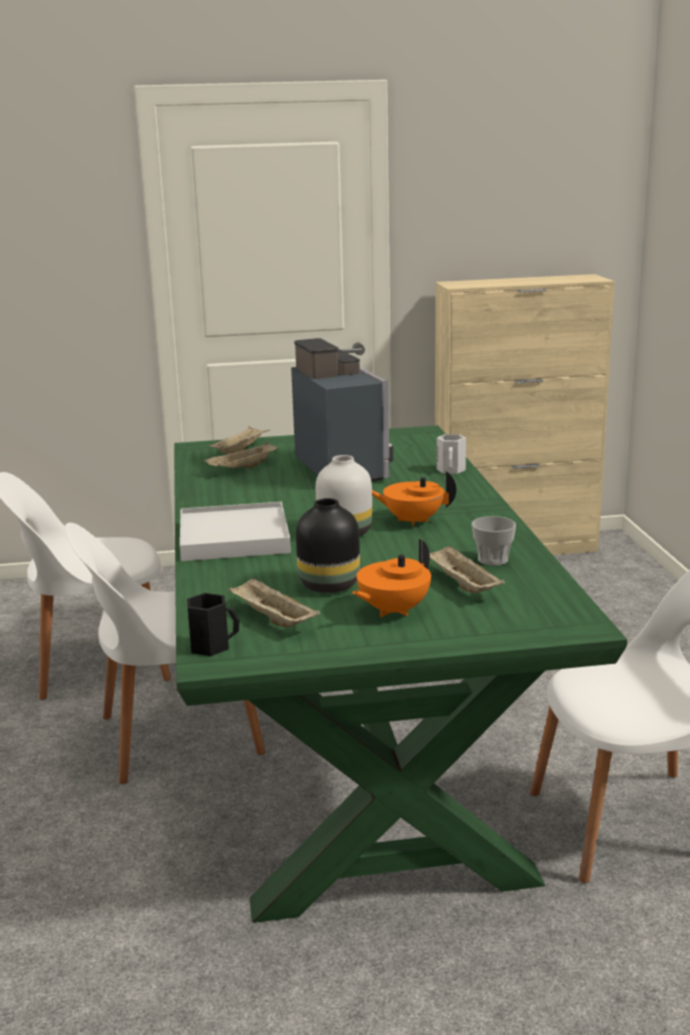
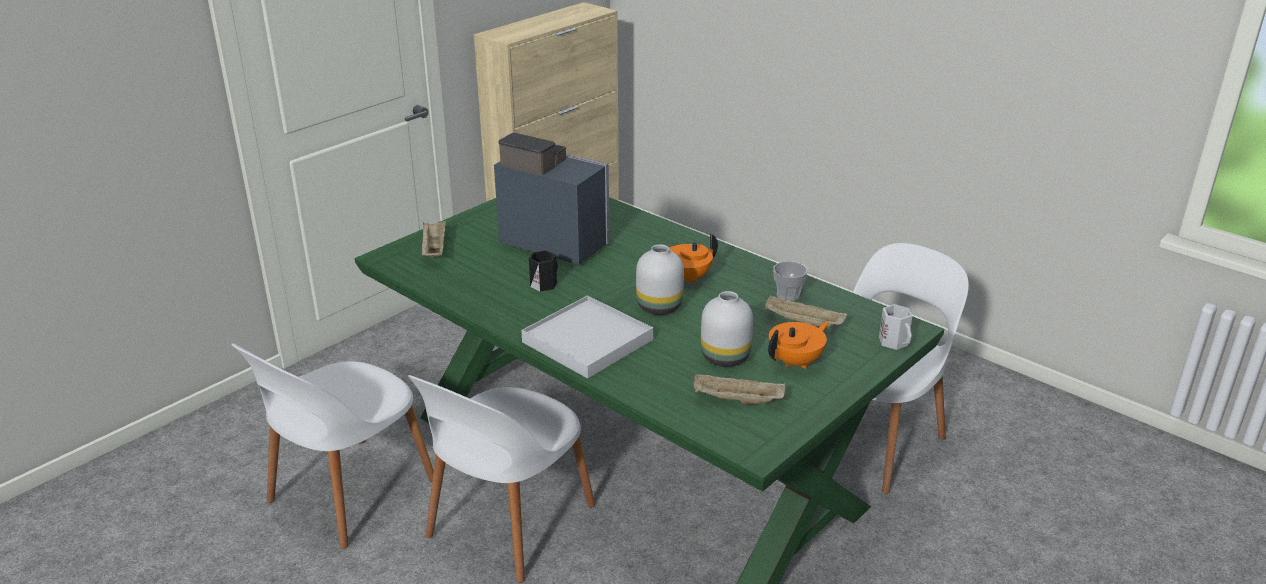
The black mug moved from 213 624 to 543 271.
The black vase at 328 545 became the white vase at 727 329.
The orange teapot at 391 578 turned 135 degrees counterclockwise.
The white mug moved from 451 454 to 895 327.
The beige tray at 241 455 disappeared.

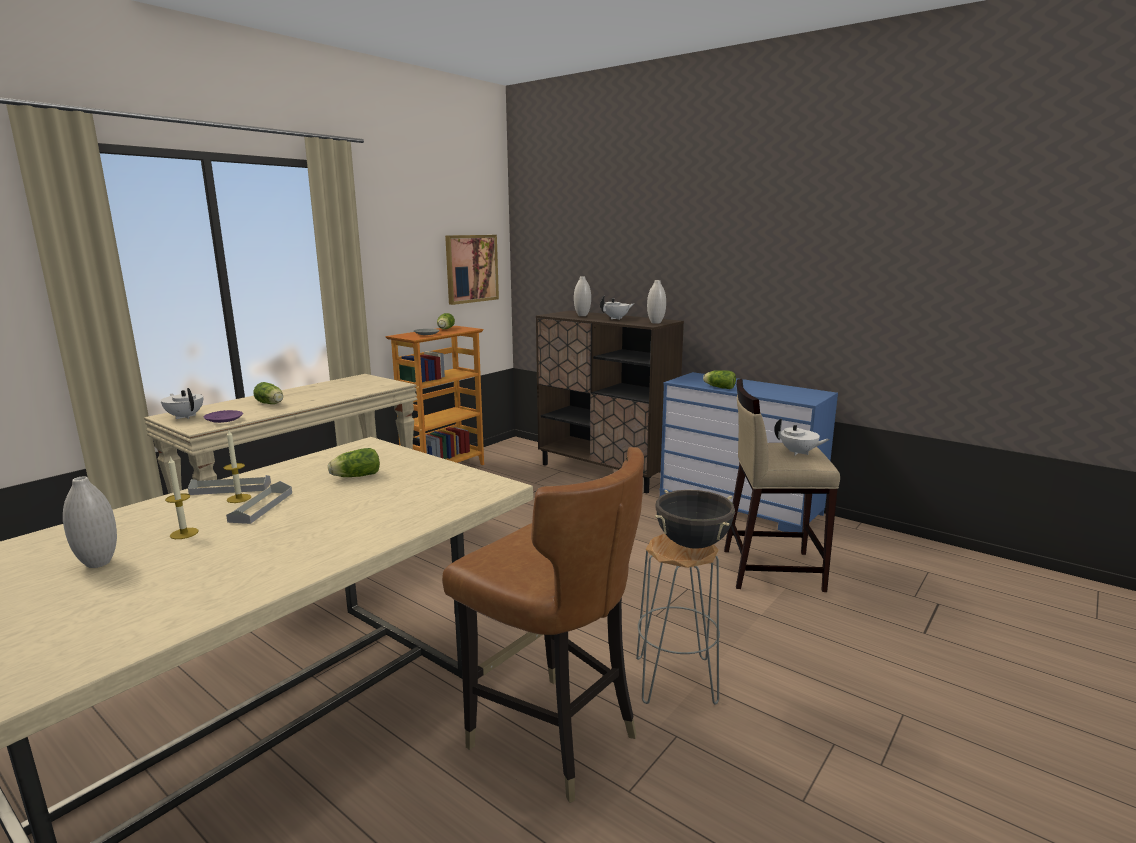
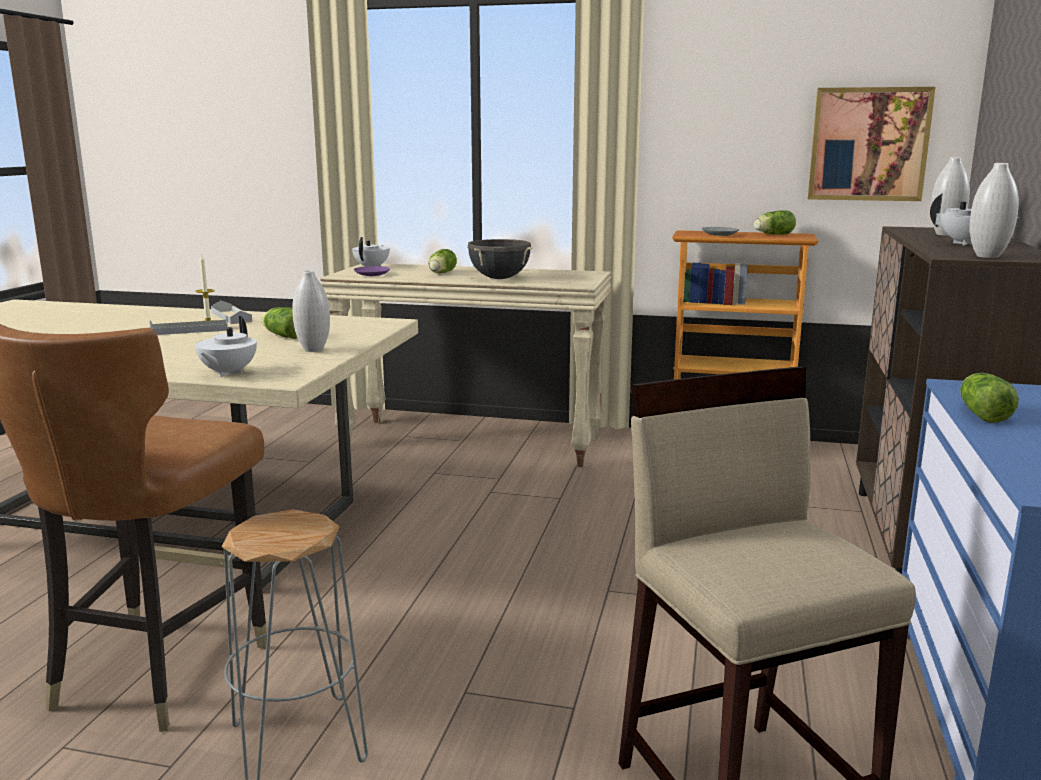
The white teapot moved from 802 437 to 226 346.
The white vase moved from 90 522 to 311 311.
The black cooking pot moved from 695 519 to 500 259.
The candle at 181 497 disappeared.

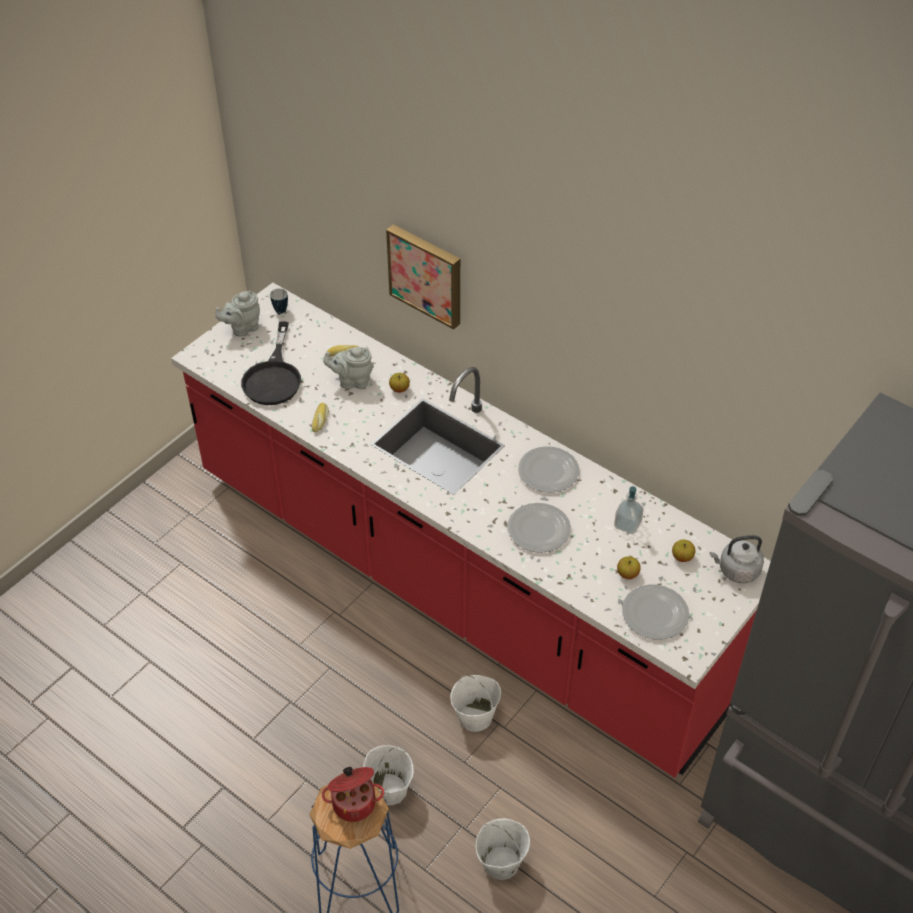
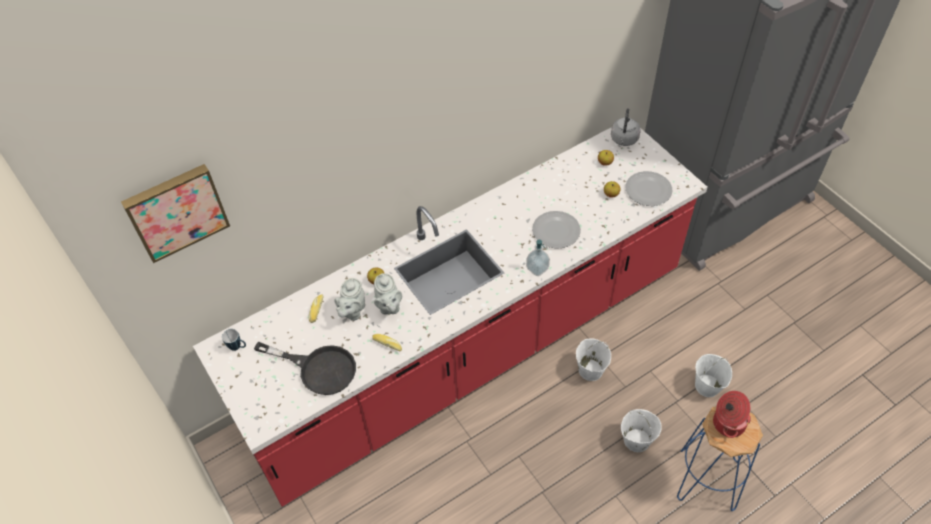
The picture moved from 423 277 to 175 213.
The grey teapot moved from 237 314 to 388 294.
The soap dispenser moved from 629 510 to 538 258.
The plate at 548 469 disappeared.

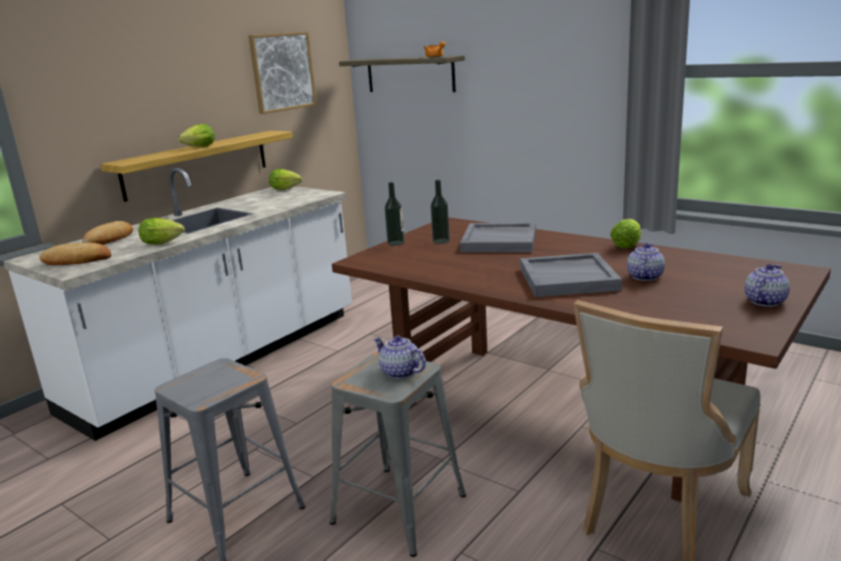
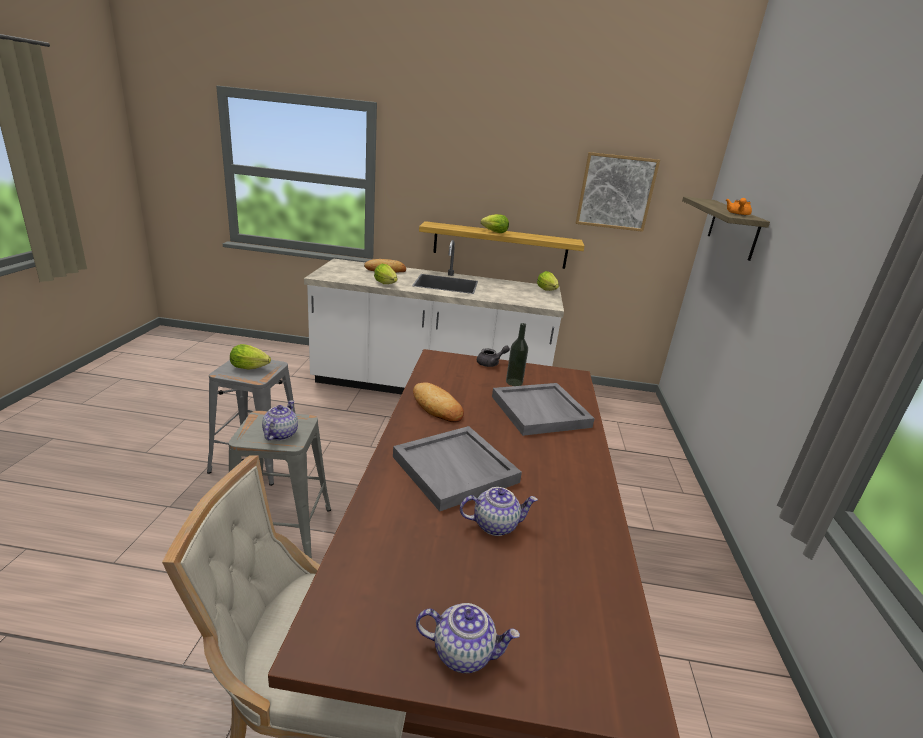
The lettuce moved from 625 234 to 250 357.
The bread moved from 75 254 to 438 402.
The bottle at 394 214 was replaced by the grey teapot at 493 356.

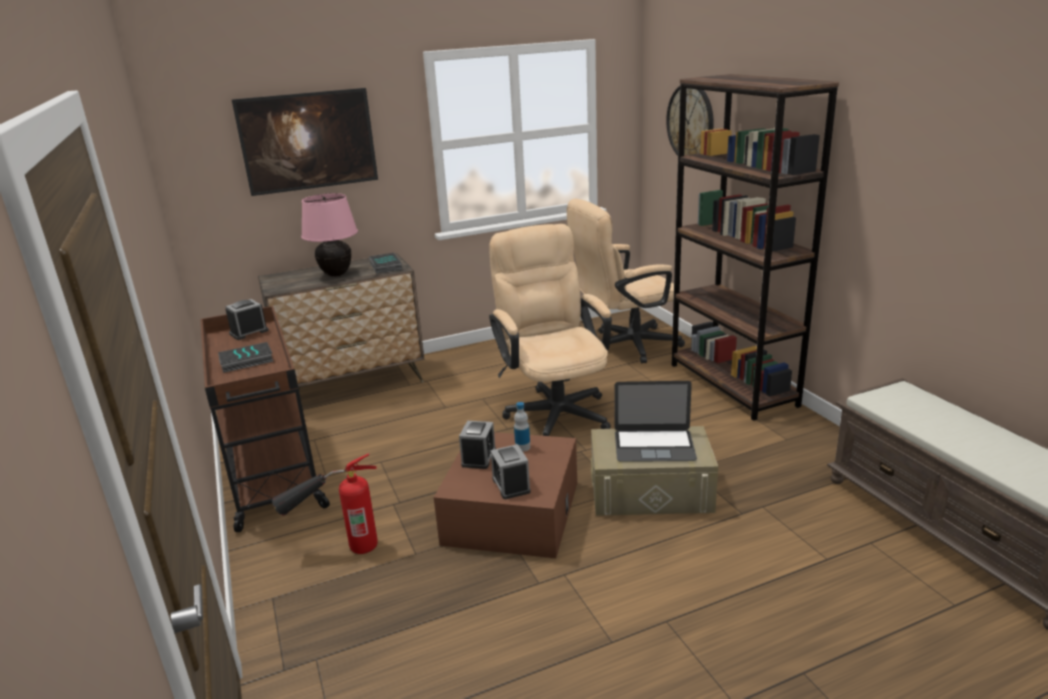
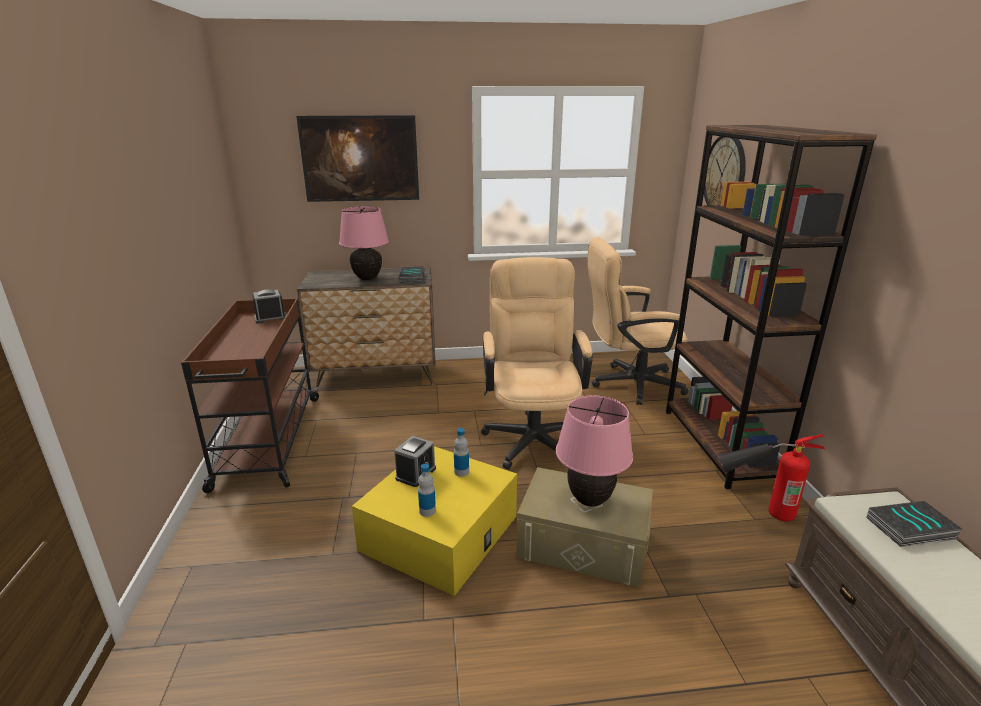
The brown storage box at 505 495 became the yellow storage box at 434 521.
The alarm clock at 510 471 was replaced by the bottle at 427 490.
The laptop at 655 421 was replaced by the pink table lamp at 594 451.
The fire extinguisher moved from 325 503 to 771 477.
The book moved from 245 357 to 914 524.

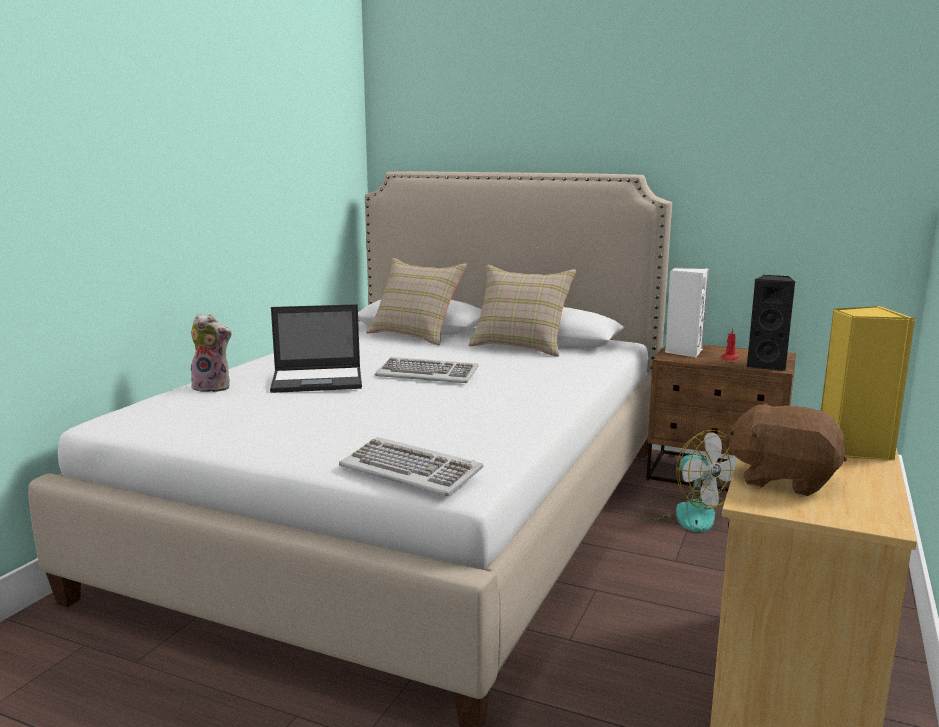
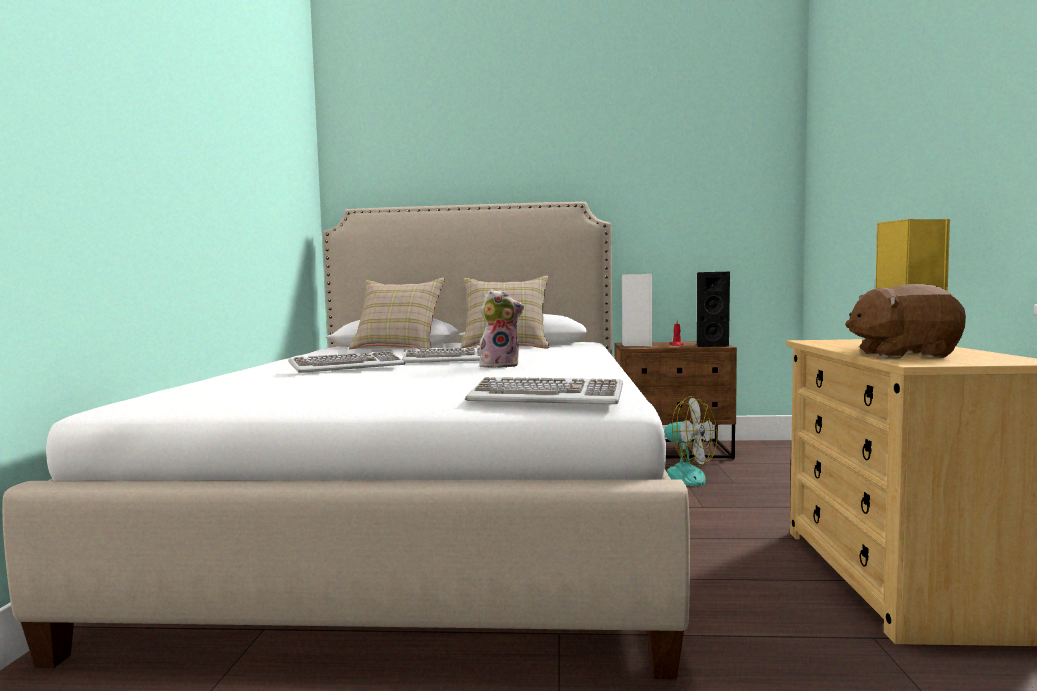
The laptop at 316 348 was replaced by the keyboard at 347 362.
The plush toy moved from 211 352 to 501 328.

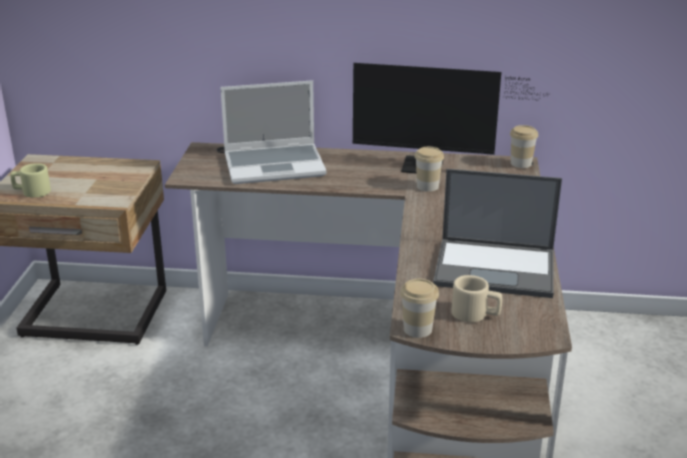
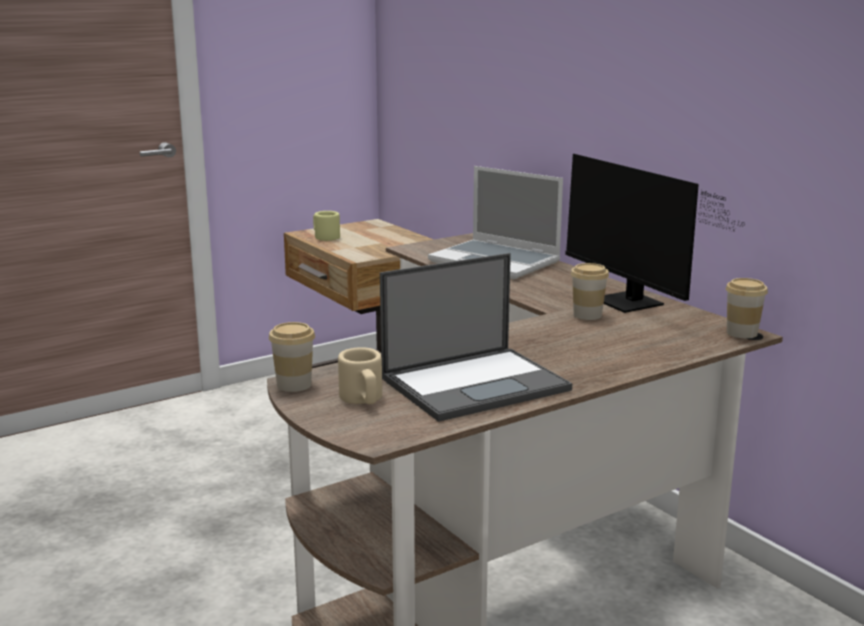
The laptop at 497 233 turned 90 degrees counterclockwise.

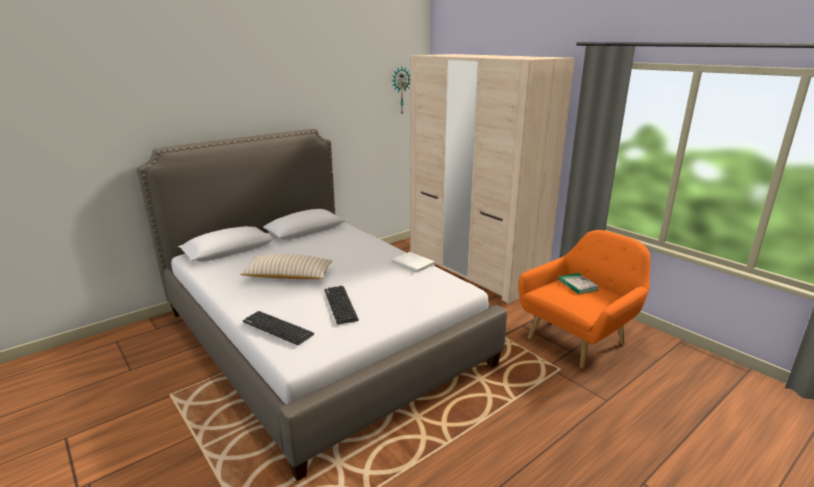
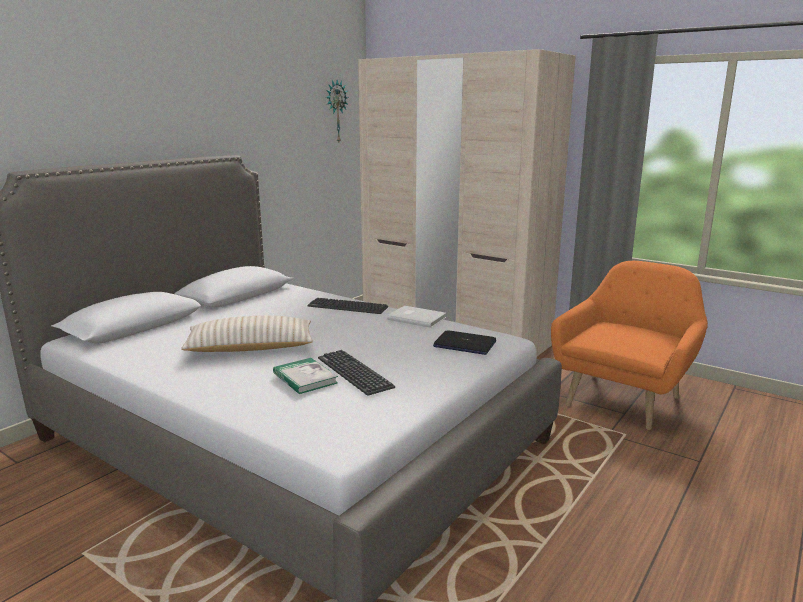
The book moved from 579 283 to 305 376.
The keyboard moved from 278 328 to 347 306.
The laptop at 464 342 appeared.

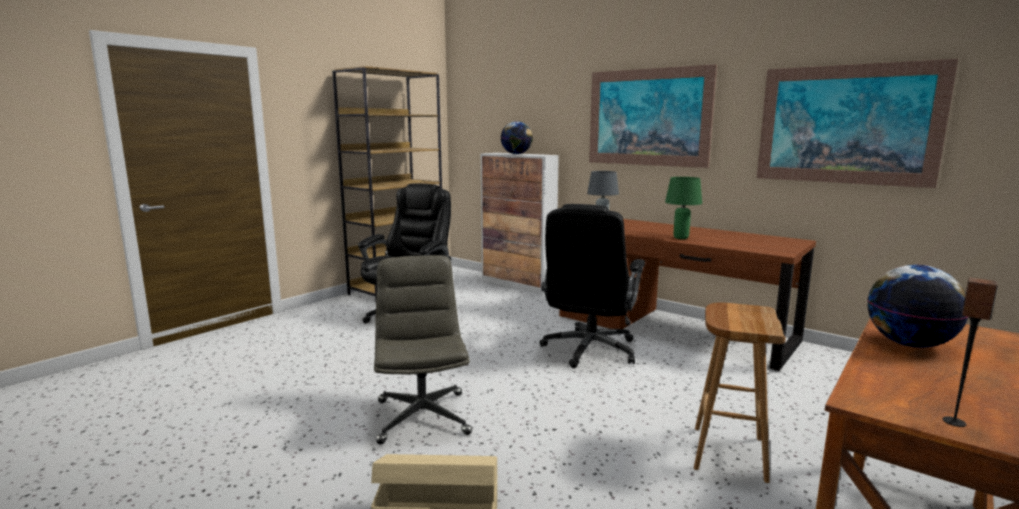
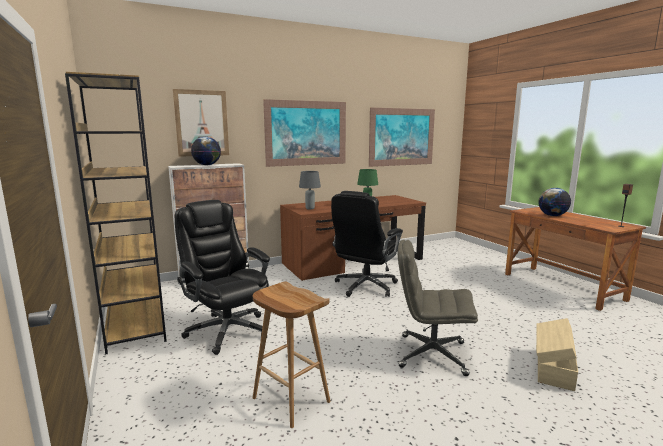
The picture at 201 123 appeared.
The brown stool moved from 740 393 to 291 354.
The black office chair at 592 286 turned 75 degrees clockwise.

